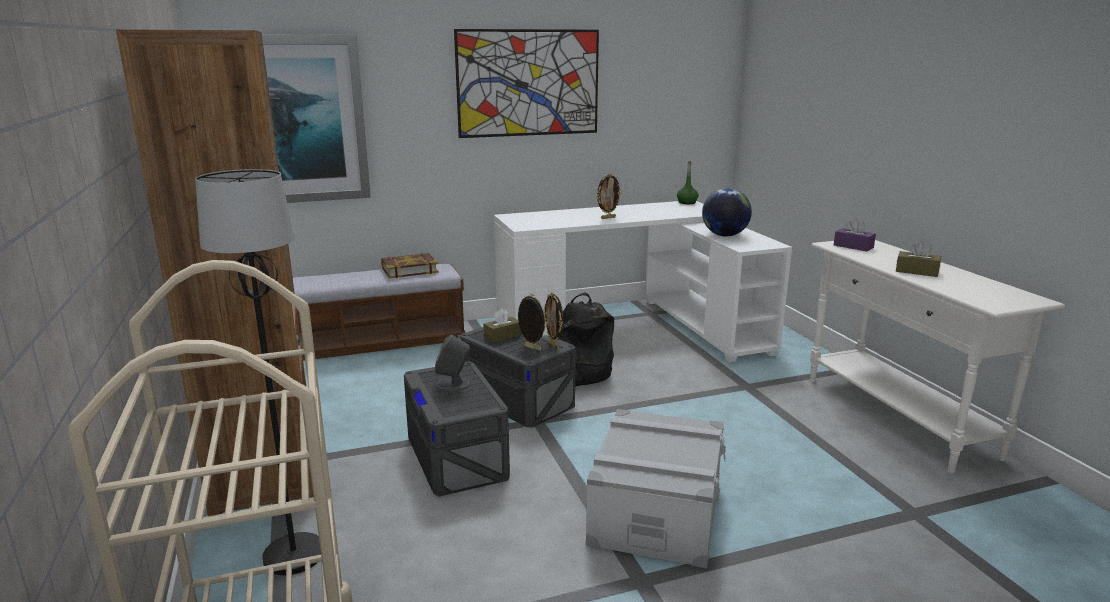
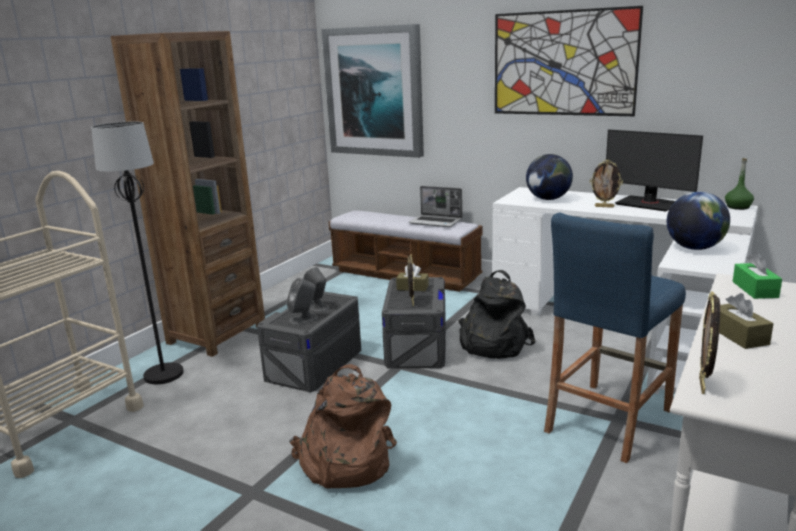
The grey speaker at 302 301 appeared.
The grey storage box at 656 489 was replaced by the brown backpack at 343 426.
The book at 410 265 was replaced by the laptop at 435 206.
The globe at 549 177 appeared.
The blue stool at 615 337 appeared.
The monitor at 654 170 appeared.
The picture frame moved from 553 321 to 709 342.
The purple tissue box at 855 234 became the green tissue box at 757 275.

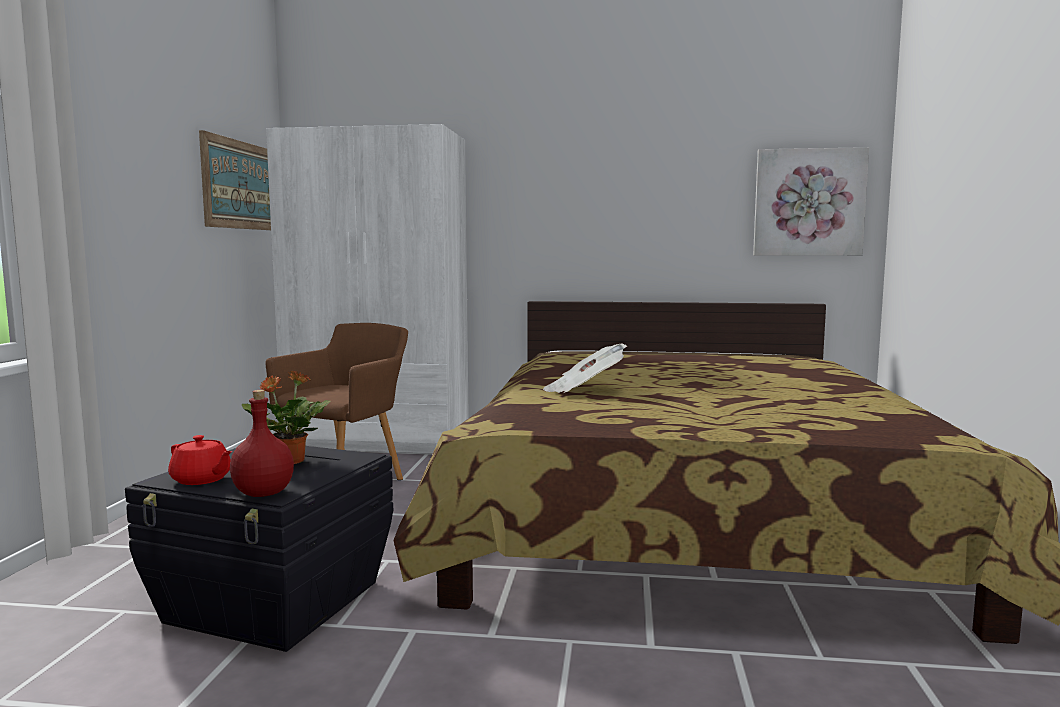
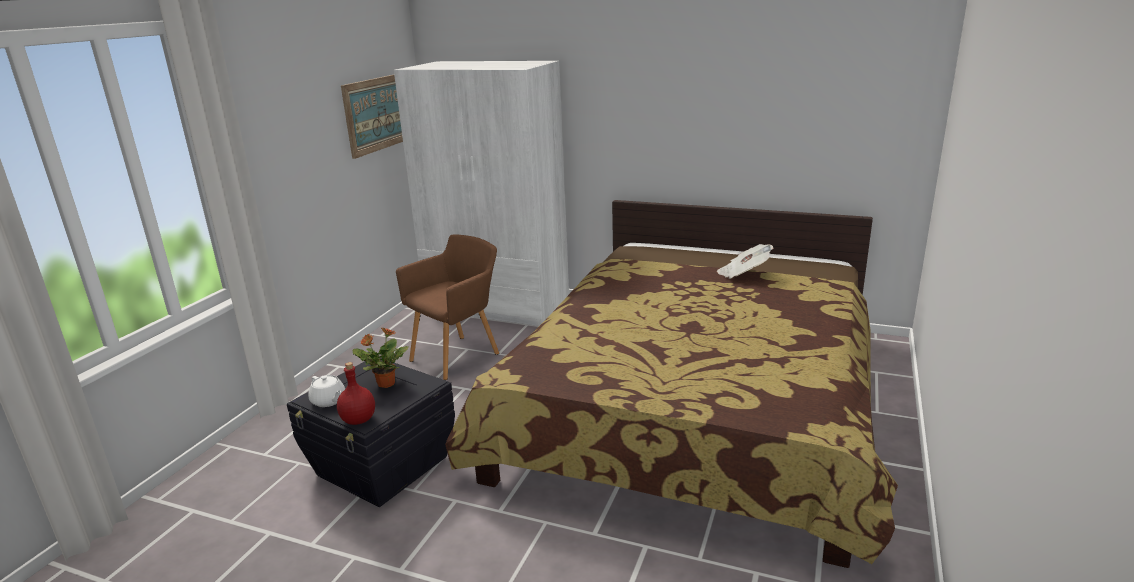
The red teapot at 200 460 became the white teapot at 326 391.
The newspaper moved from 585 368 to 745 261.
The picture at 811 201 disappeared.

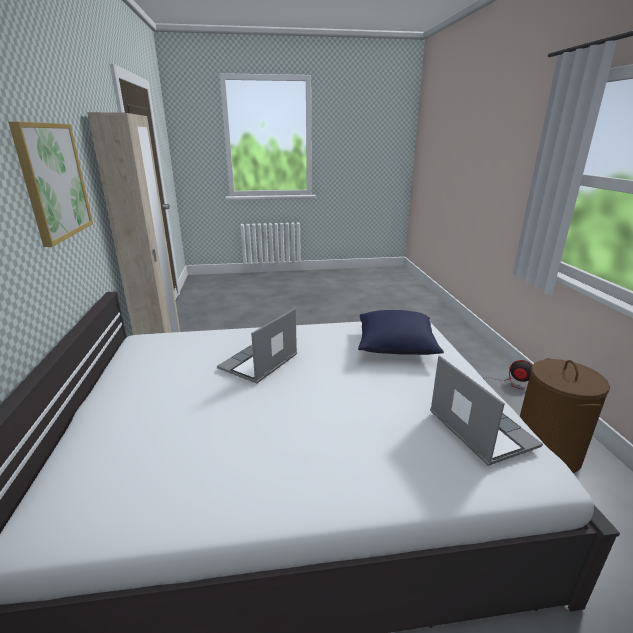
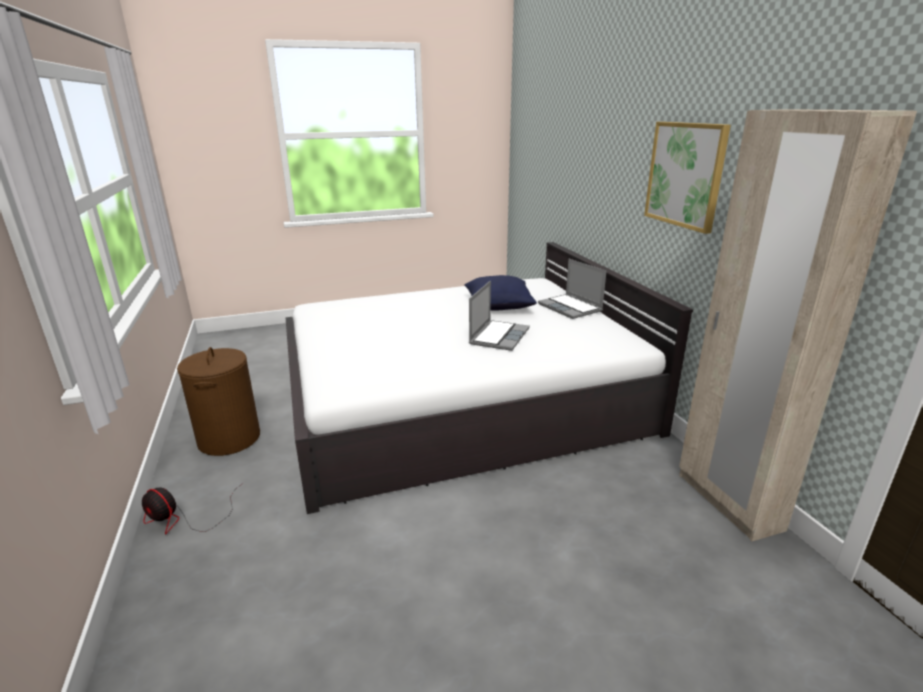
The blue pillow moved from 401 332 to 500 293.
The laptop moved from 486 410 to 572 289.

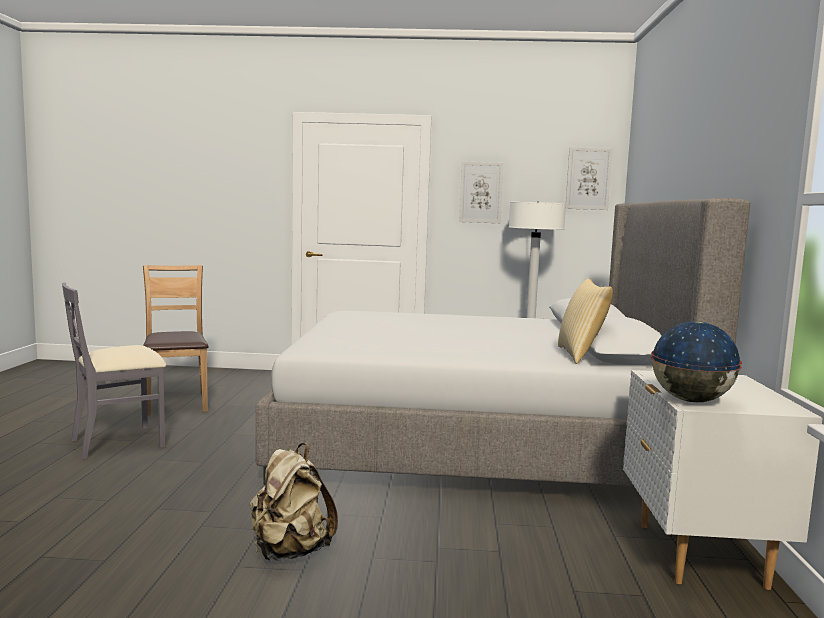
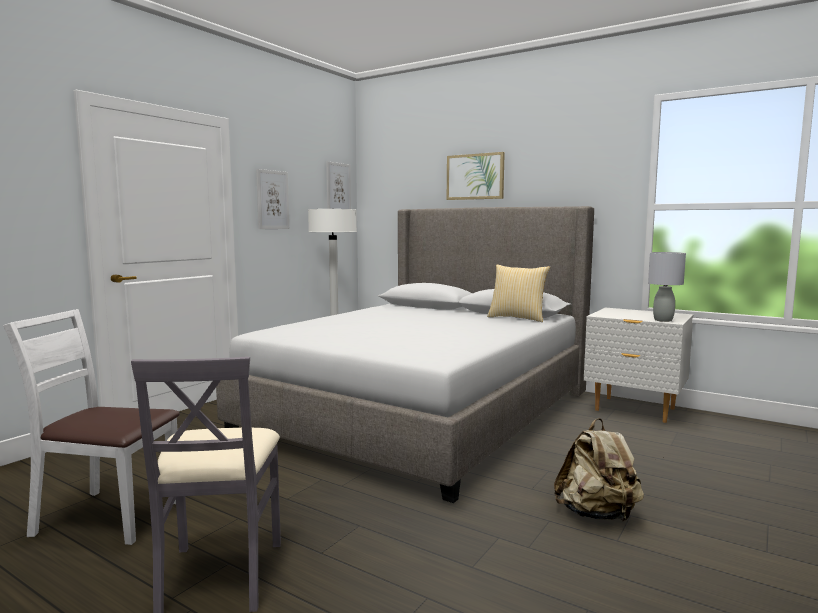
The brown chair at 176 340 became the white chair at 91 427.
The picture at 476 176 appeared.
The globe at 696 361 was replaced by the grey table lamp at 667 287.

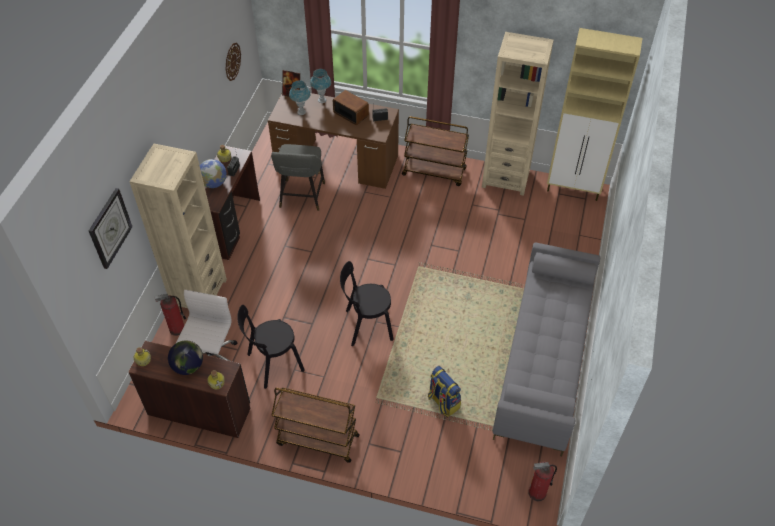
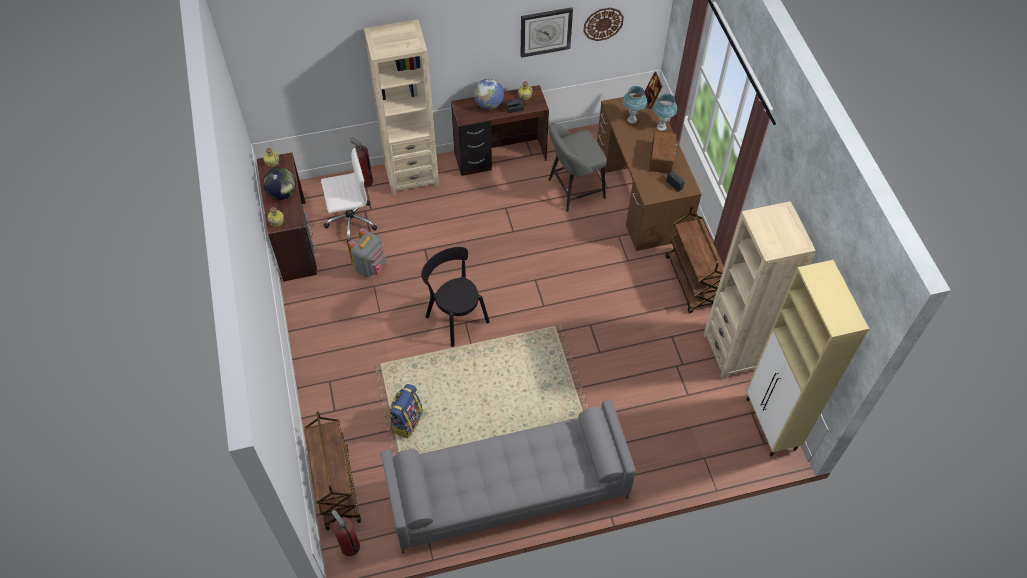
The brown cart moved from 315 425 to 332 471.
The black chair at 271 347 was replaced by the grey backpack at 367 252.
The wall clock moved from 110 228 to 547 32.

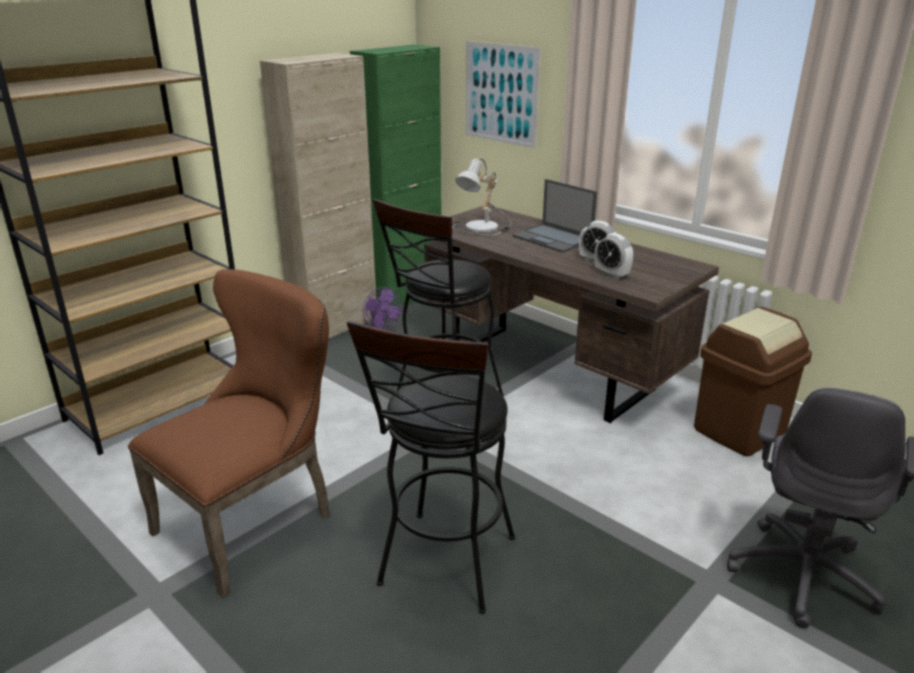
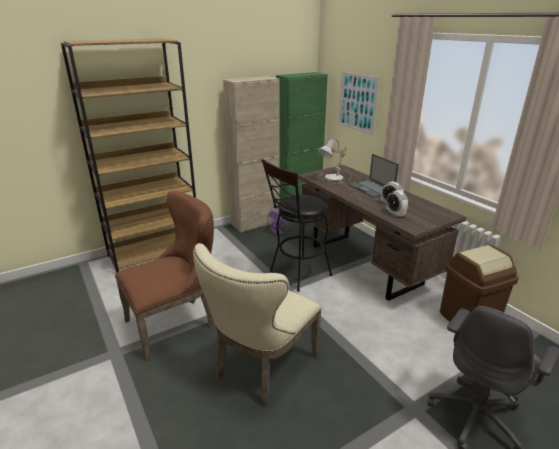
The black stool at 431 467 was replaced by the beige chair at 257 324.

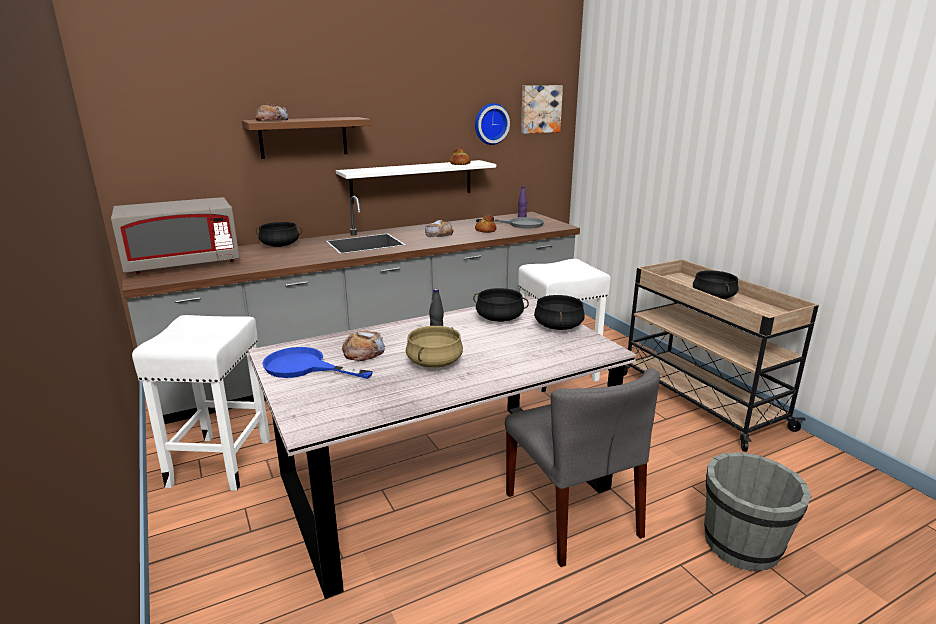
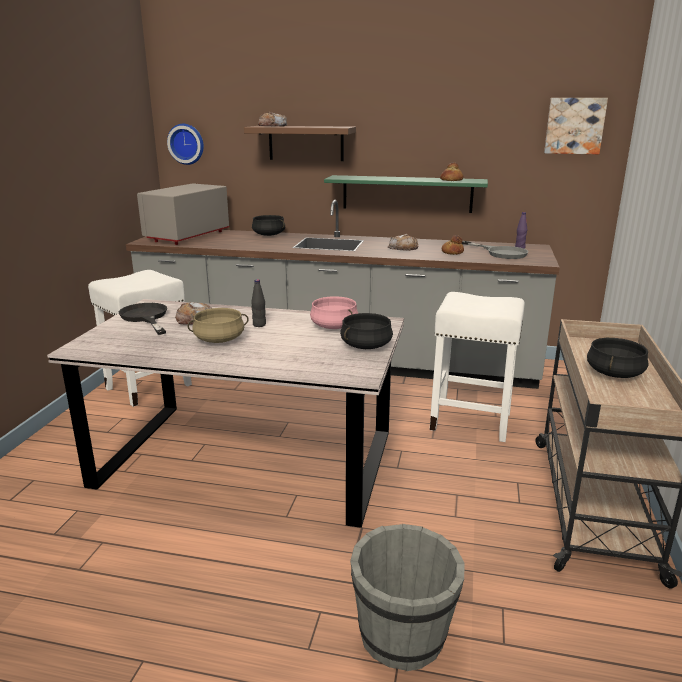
The blue frying pan at 317 363 became the black frying pan at 143 319.
The grey microwave at 175 235 turned 105 degrees clockwise.
The wall clock moved from 492 124 to 185 144.
The black cooking pot at 501 305 became the pink cooking pot at 334 312.
The white shelf at 416 182 became the green shelf at 406 194.
The grey chair at 582 467 disappeared.

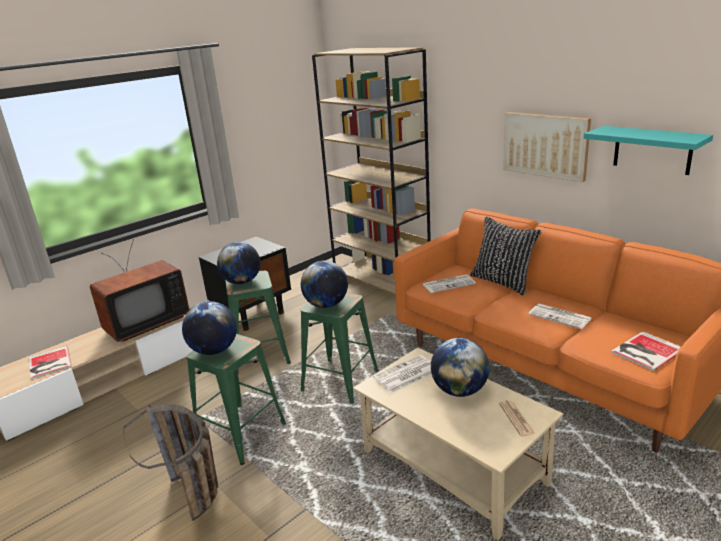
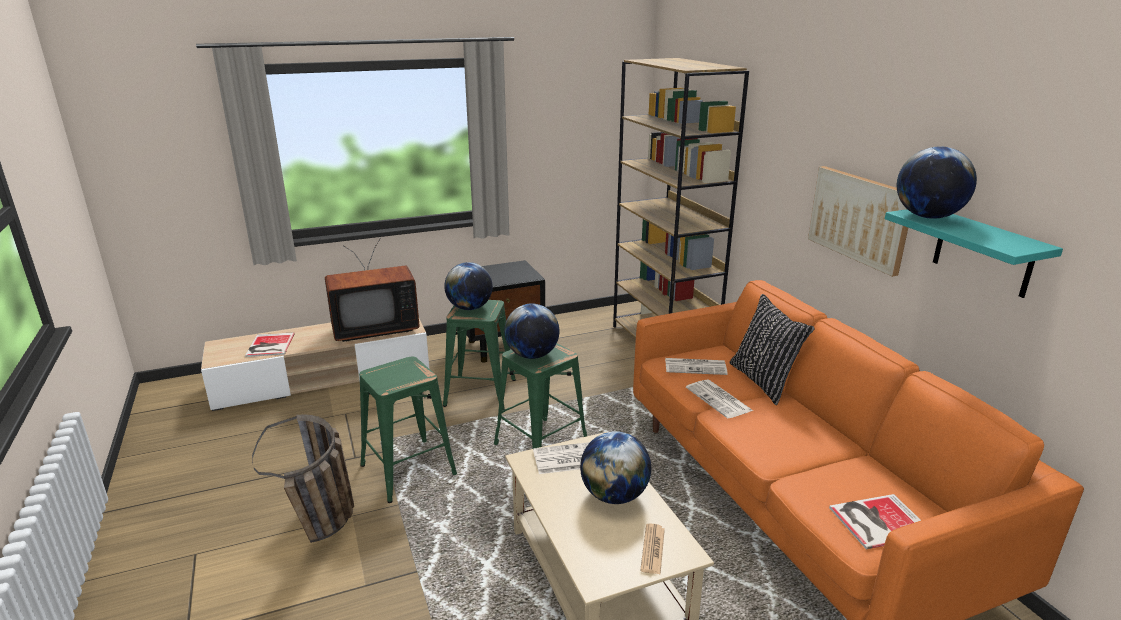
The newspaper moved from 560 316 to 719 398.
The globe moved from 209 328 to 937 182.

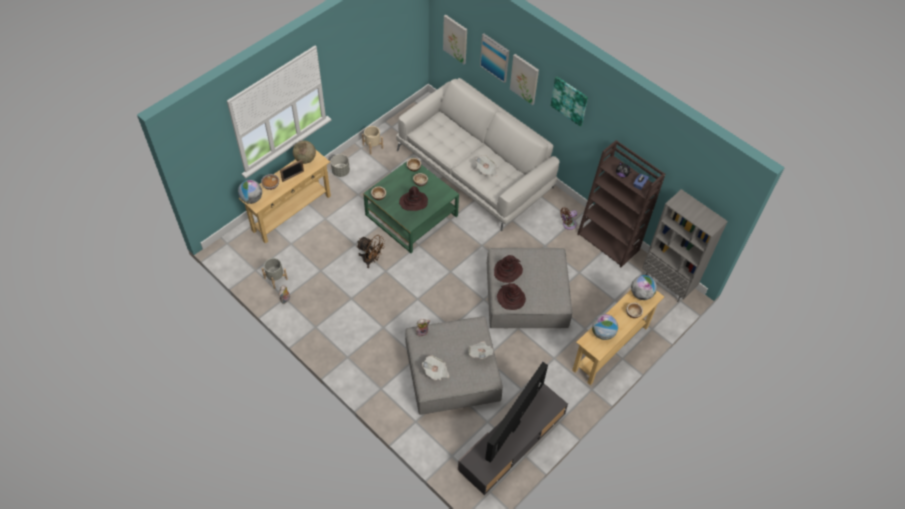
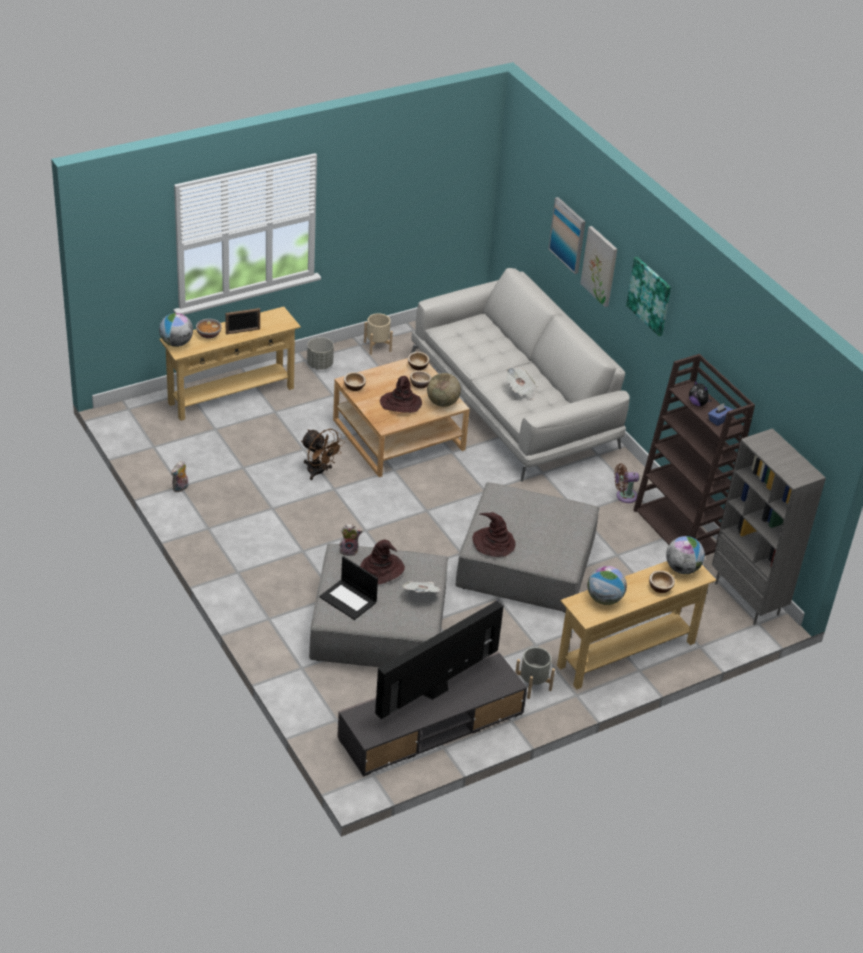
The newspaper at 435 368 was replaced by the laptop at 348 588.
The green coffee table at 411 205 became the beige coffee table at 401 417.
The brown hat moved from 508 269 to 382 562.
The globe moved from 304 152 to 444 390.
The grey planter moved from 275 273 to 535 673.
The picture at 455 39 disappeared.

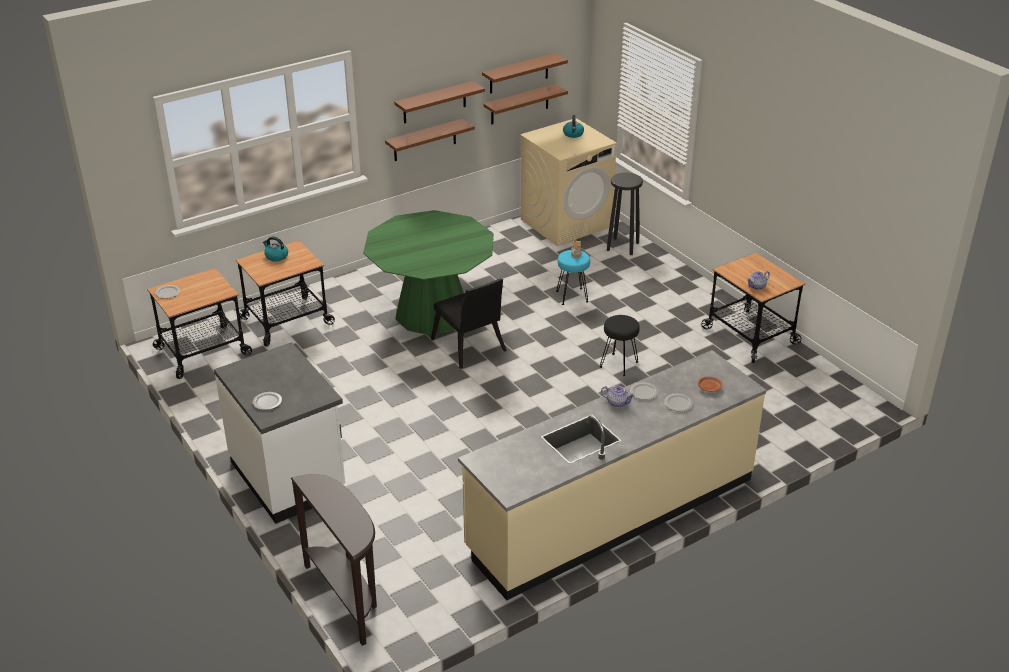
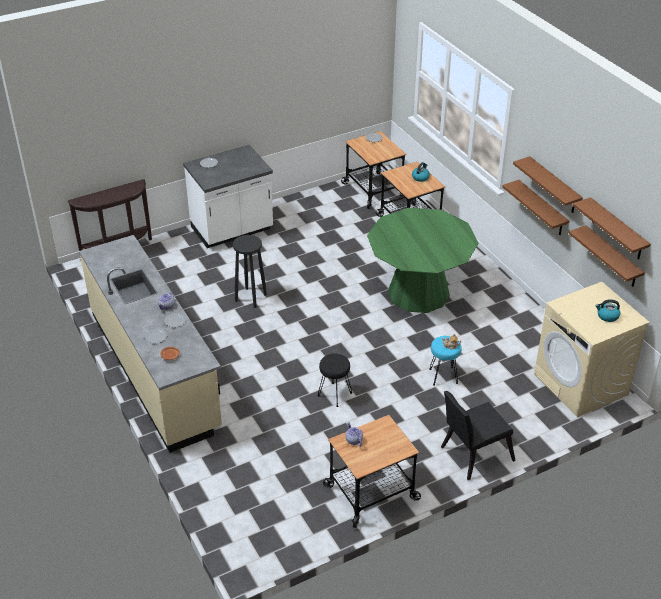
The black stool moved from 625 214 to 250 271.
The black chair moved from 469 323 to 478 435.

